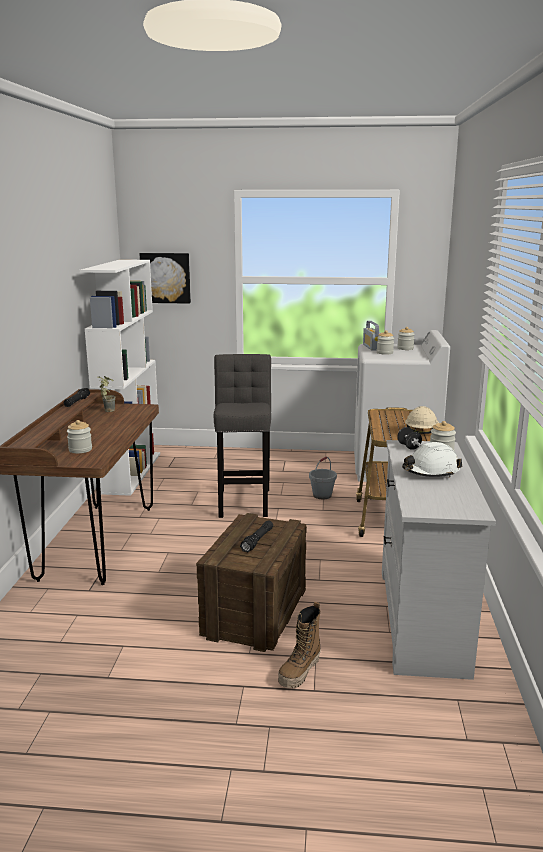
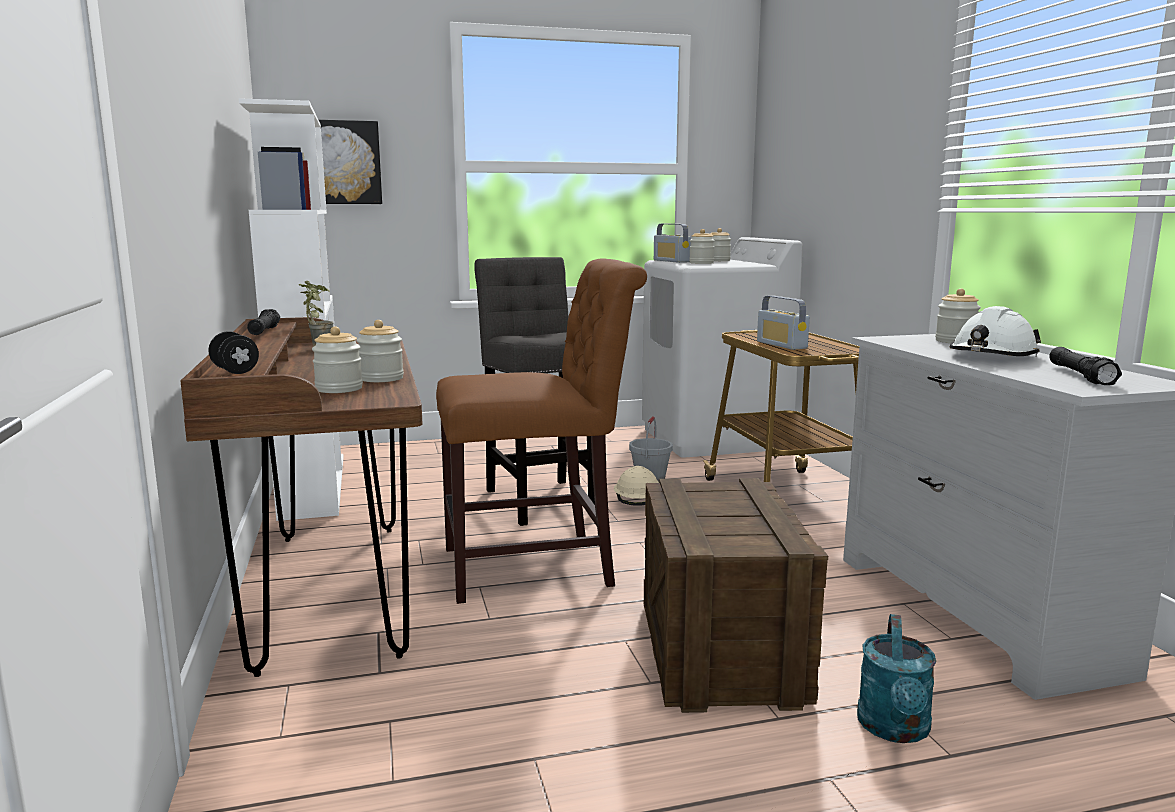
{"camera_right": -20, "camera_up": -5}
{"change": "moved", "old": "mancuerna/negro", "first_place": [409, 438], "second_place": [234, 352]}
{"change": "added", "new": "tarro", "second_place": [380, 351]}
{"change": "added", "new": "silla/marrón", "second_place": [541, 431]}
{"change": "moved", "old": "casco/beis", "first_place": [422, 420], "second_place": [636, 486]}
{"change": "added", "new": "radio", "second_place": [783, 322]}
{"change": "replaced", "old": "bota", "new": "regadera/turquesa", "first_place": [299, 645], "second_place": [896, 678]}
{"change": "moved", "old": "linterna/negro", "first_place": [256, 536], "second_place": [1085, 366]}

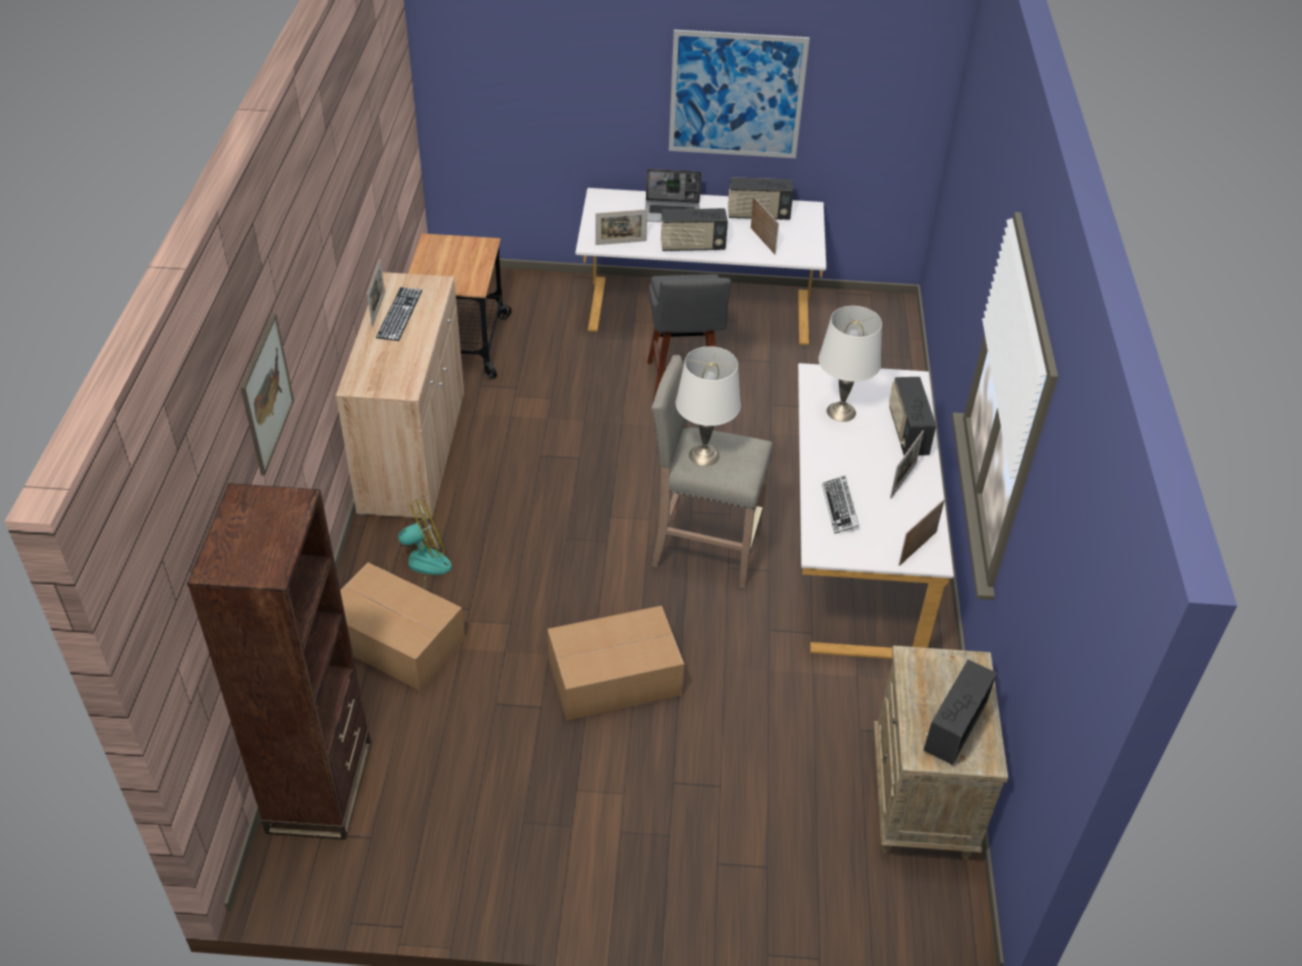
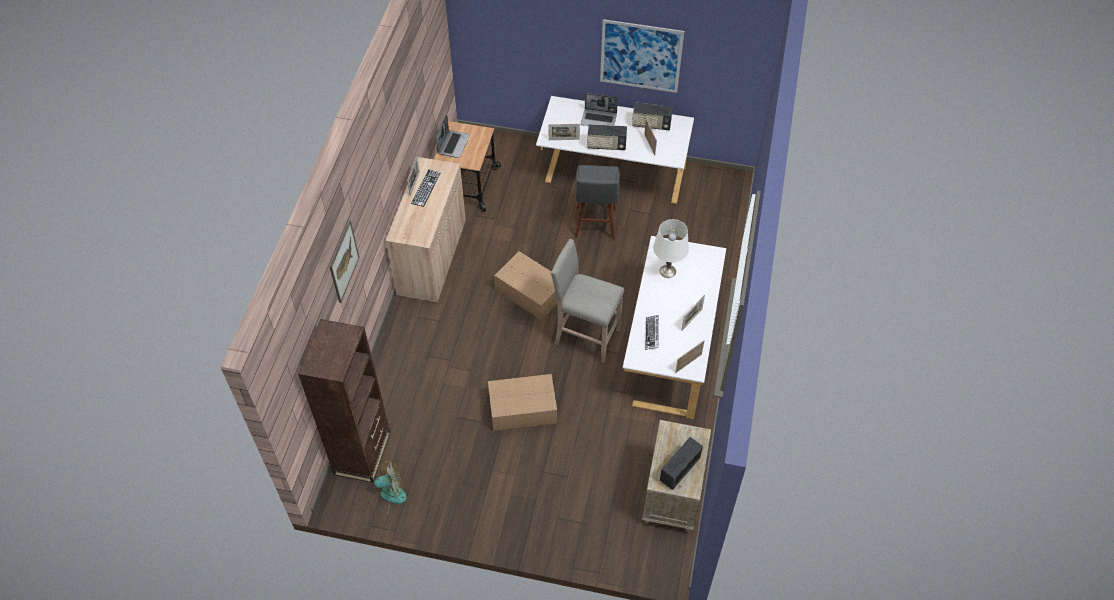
{"camera_right": 10, "camera_up": 10}
{"change": "moved", "old": "ventilador", "first_place": [419, 544], "second_place": [387, 488]}
{"change": "added", "new": "portátil", "second_place": [453, 136]}
{"change": "moved", "old": "caja de cartón", "first_place": [402, 626], "second_place": [525, 285]}
{"change": "removed", "old": "lámpara de mesa/blanco", "first_place": [708, 406]}
{"change": "removed", "old": "radio", "first_place": [912, 416]}

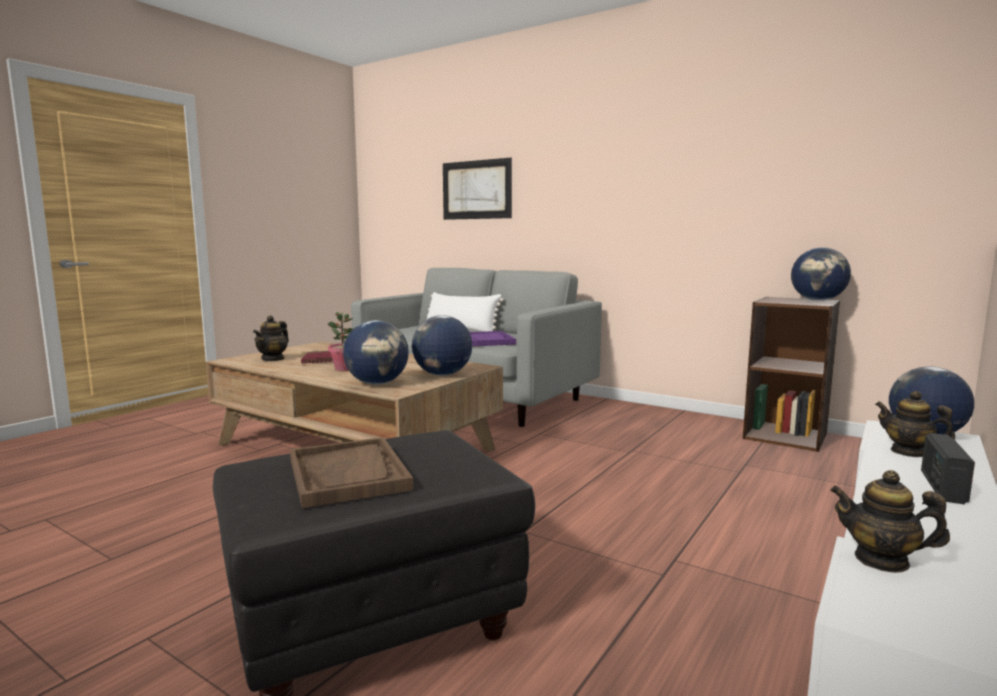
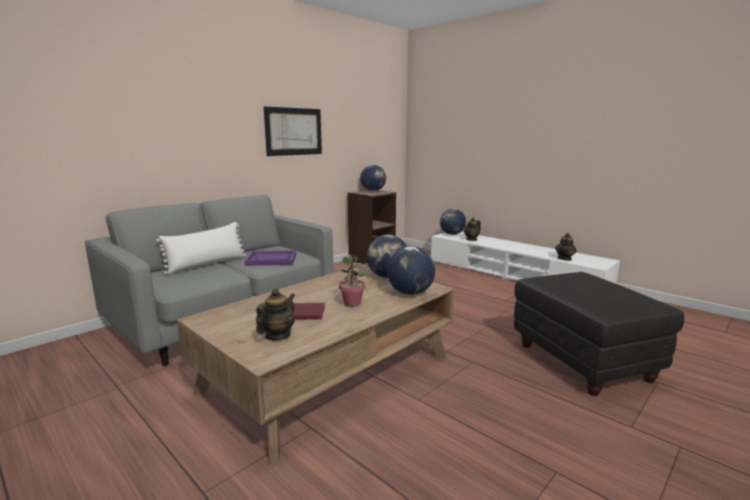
{"camera_right": -80, "camera_up": 5}
{"change": "turned", "old": "tetera", "first_place": [271, 338], "second_place": [275, 314], "degrees": -90}
{"change": "moved", "old": "cuadro", "first_place": [477, 189], "second_place": [293, 131]}
{"change": "removed", "old": "bandeja/marrón", "first_place": [351, 472]}
{"change": "removed", "old": "radio", "first_place": [948, 468]}

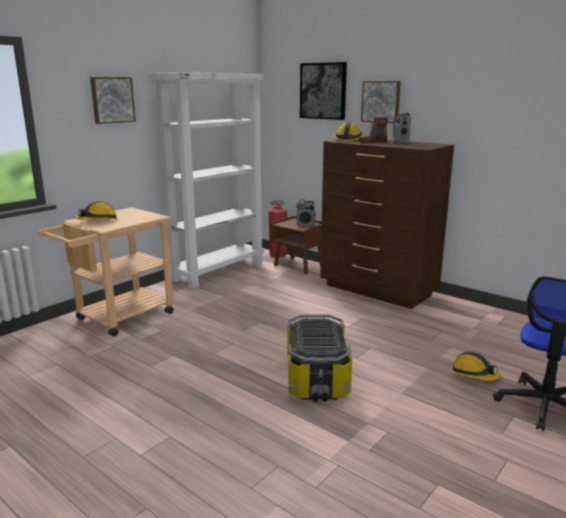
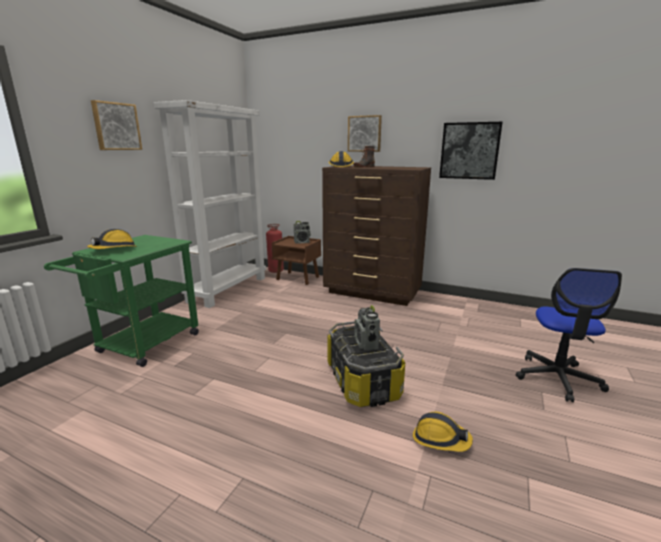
{"camera_right": -15, "camera_up": 0}
{"change": "recoloured", "old": "carrito/beis", "new": "carrito/verde", "first_place": [106, 271], "second_place": [121, 301]}
{"change": "moved", "old": "radio", "first_place": [401, 127], "second_place": [367, 327]}
{"change": "moved", "old": "casco", "first_place": [475, 366], "second_place": [443, 432]}
{"change": "moved", "old": "cuadro", "first_place": [323, 91], "second_place": [471, 151]}

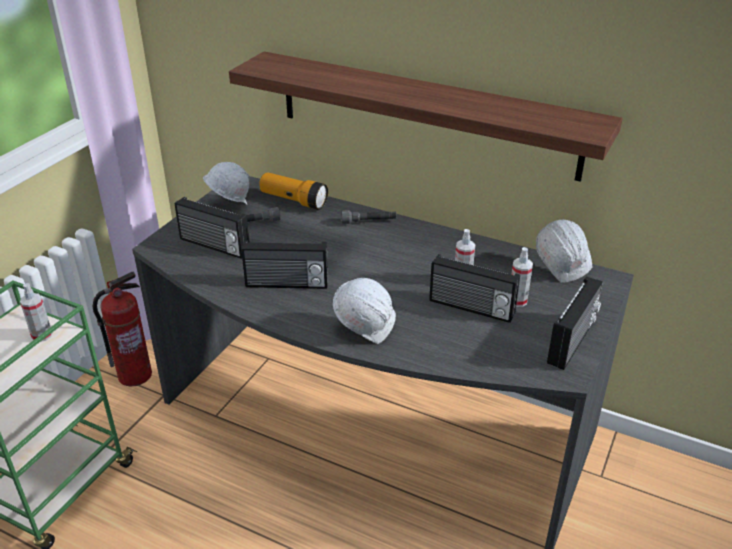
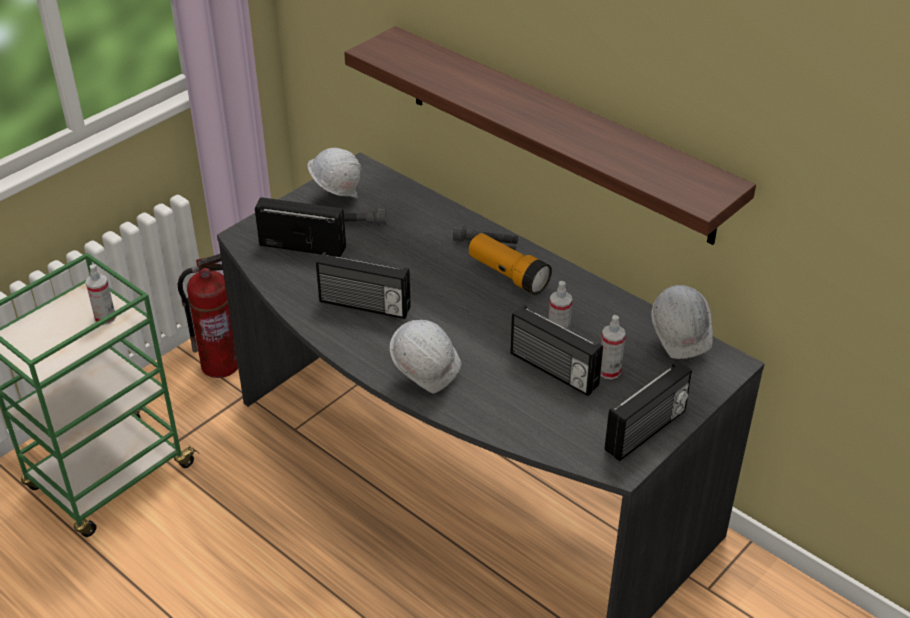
{"camera_right": 15, "camera_up": 5}
{"change": "turned", "old": "radio", "first_place": [212, 228], "second_place": [300, 227], "degrees": 150}
{"change": "moved", "old": "linterna", "first_place": [293, 191], "second_place": [510, 264]}

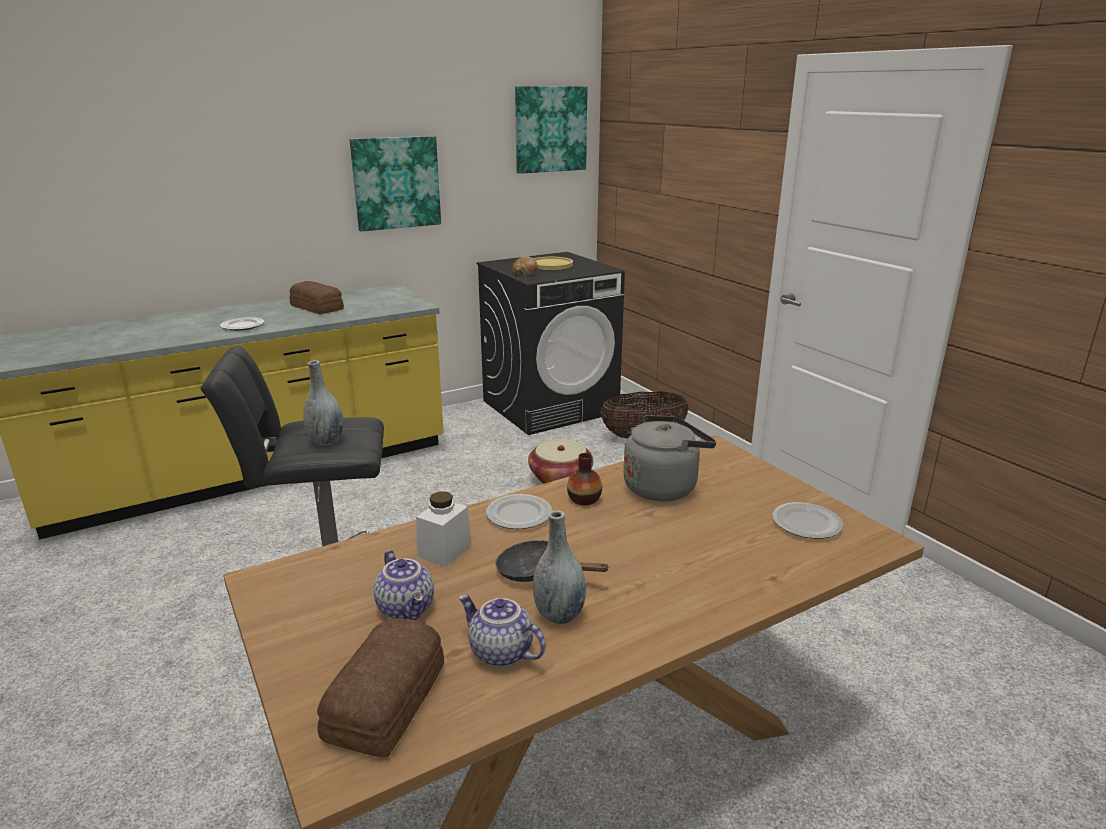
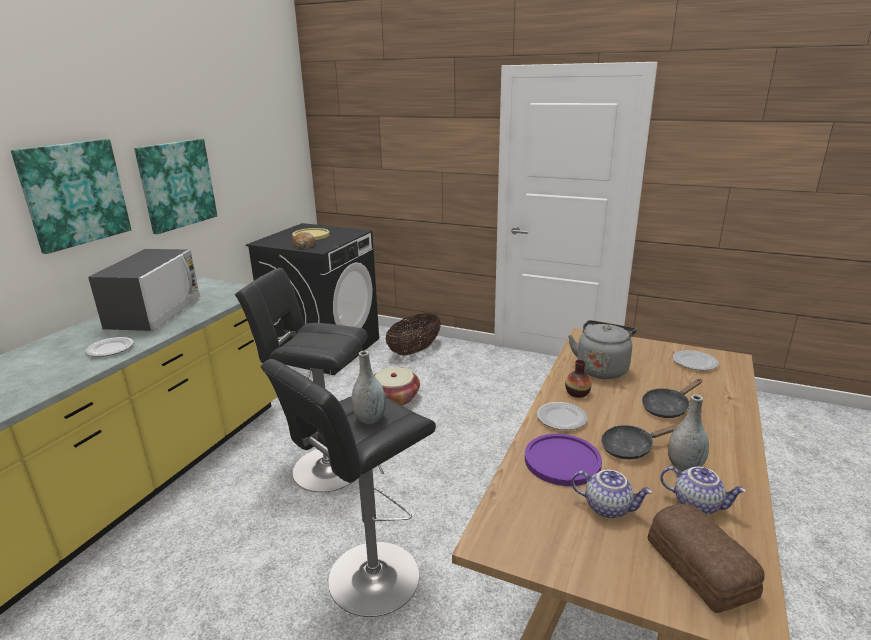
{"camera_right": -35, "camera_up": 0}
{"change": "moved", "old": "cuadro", "first_place": [551, 130], "second_place": [71, 196]}
{"change": "replaced", "old": "pan", "new": "microondas", "first_place": [316, 297], "second_place": [144, 290]}
{"change": "added", "new": "taburete/negro", "second_place": [301, 380]}
{"change": "replaced", "old": "tarro/blanco", "new": "plato/morado", "first_place": [444, 529], "second_place": [563, 460]}
{"change": "added", "new": "sartén/negro", "second_place": [672, 398]}
{"change": "turned", "old": "tetera", "first_place": [502, 630], "second_place": [703, 490], "degrees": -150}

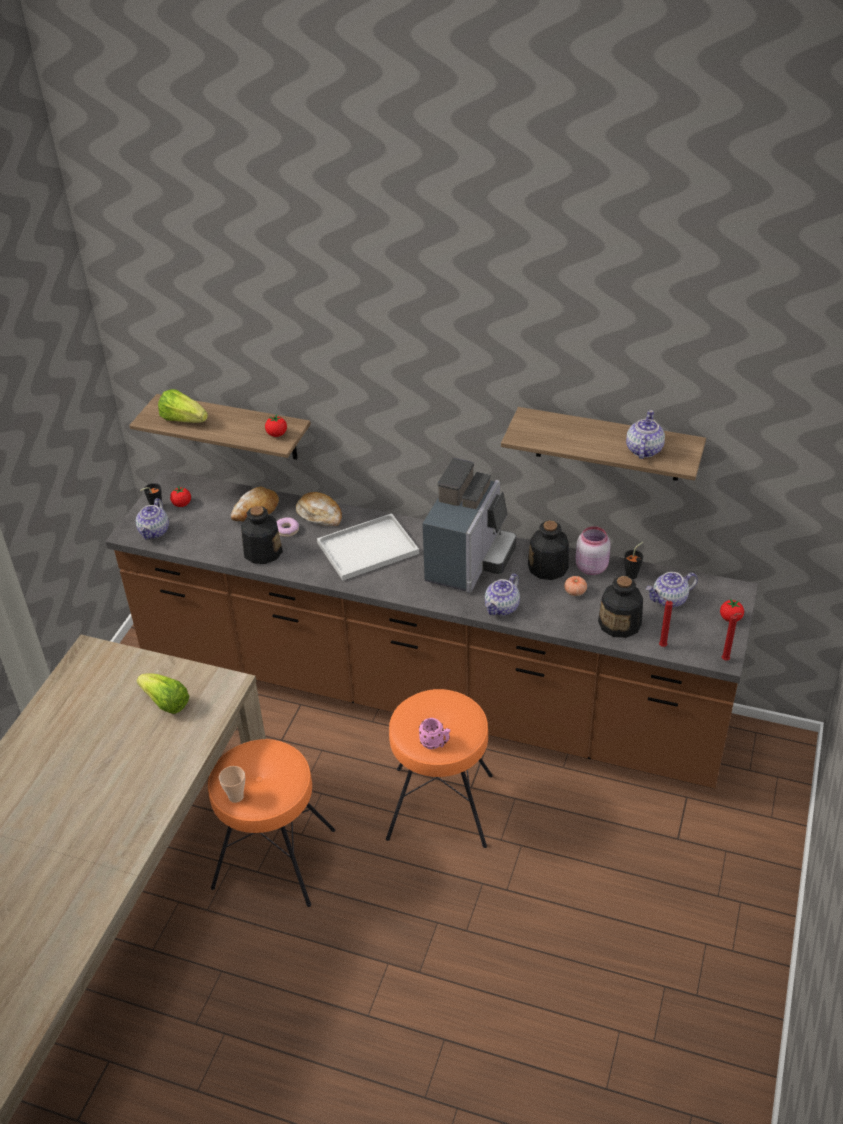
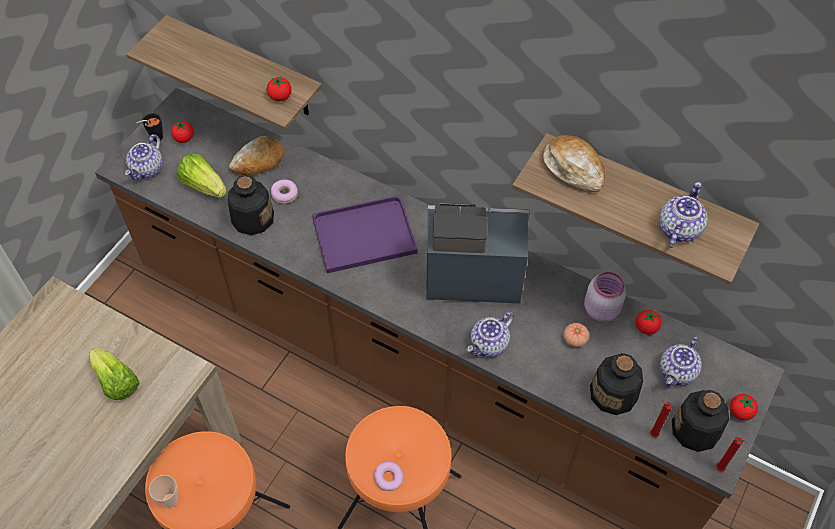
{"camera_right": 10, "camera_up": 15}
{"change": "moved", "old": "lechuga", "first_place": [183, 406], "second_place": [202, 175]}
{"change": "recoloured", "old": "bandeja/blanco", "new": "bandeja/morado", "first_place": [368, 547], "second_place": [365, 234]}
{"change": "replaced", "old": "taza grande/rosa", "new": "rosquilla", "first_place": [434, 733], "second_place": [388, 476]}
{"change": "turned", "old": "cafetera", "first_place": [470, 525], "second_place": [477, 252], "degrees": -120}
{"change": "moved", "old": "pan", "first_place": [319, 509], "second_place": [574, 163]}
{"change": "replaced", "old": "taza/negro", "new": "tomate", "first_place": [633, 560], "second_place": [649, 322]}
{"change": "turned", "old": "tetera", "first_place": [672, 590], "second_place": [681, 361], "degrees": -45}
{"change": "moved", "old": "botella", "first_place": [548, 550], "second_place": [700, 421]}

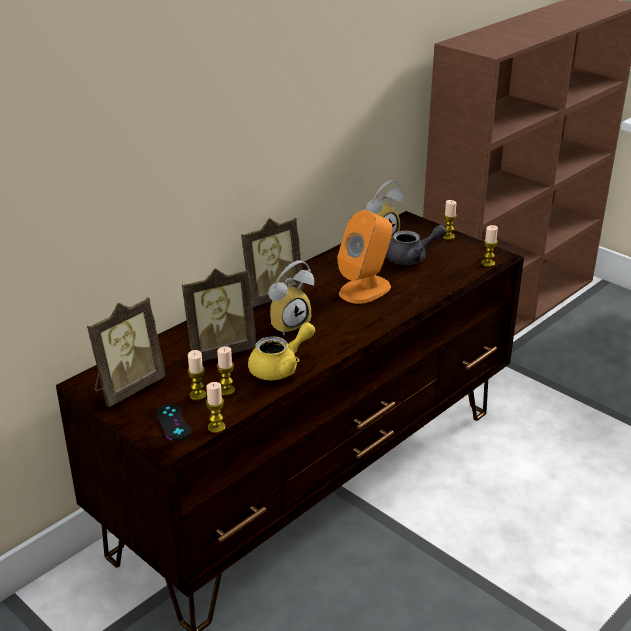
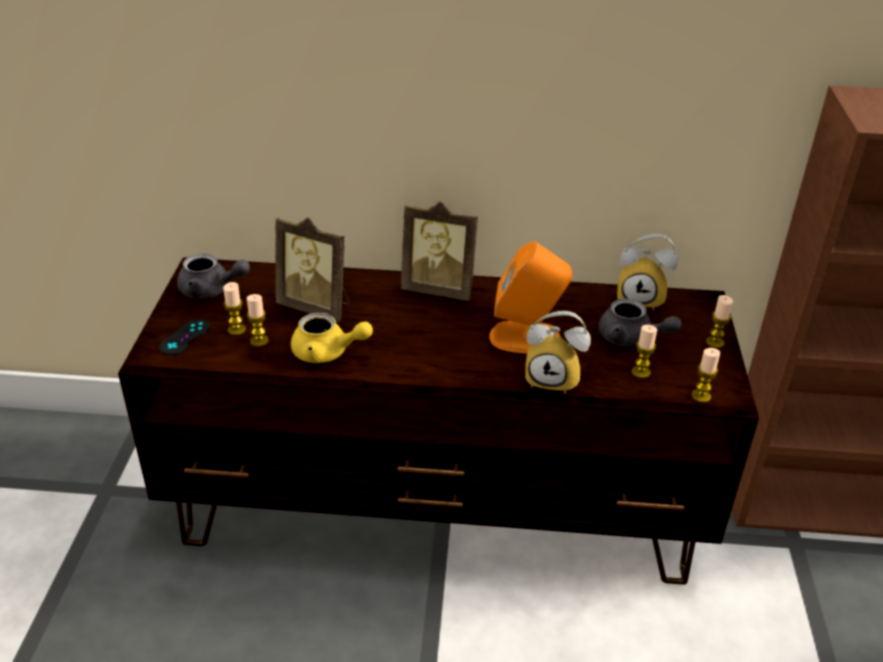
{"camera_right": 50, "camera_up": 5}
{"change": "replaced", "old": "portarretratos", "new": "tetera/gris", "first_place": [126, 352], "second_place": [213, 276]}
{"change": "moved", "old": "despertador", "first_place": [291, 298], "second_place": [558, 352]}
{"change": "moved", "old": "vela", "first_place": [215, 407], "second_place": [644, 351]}

